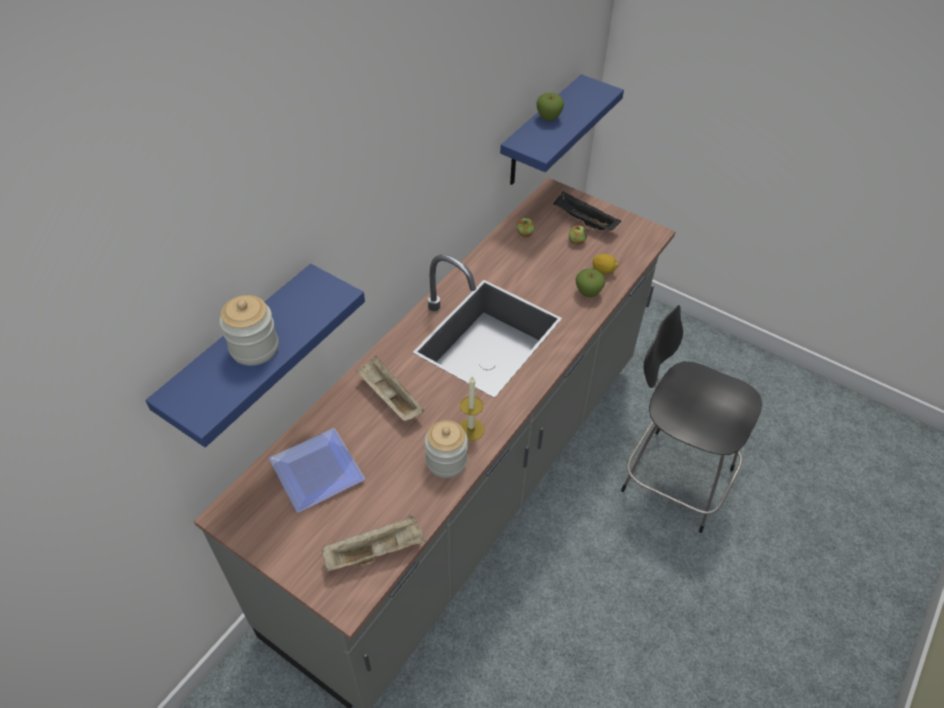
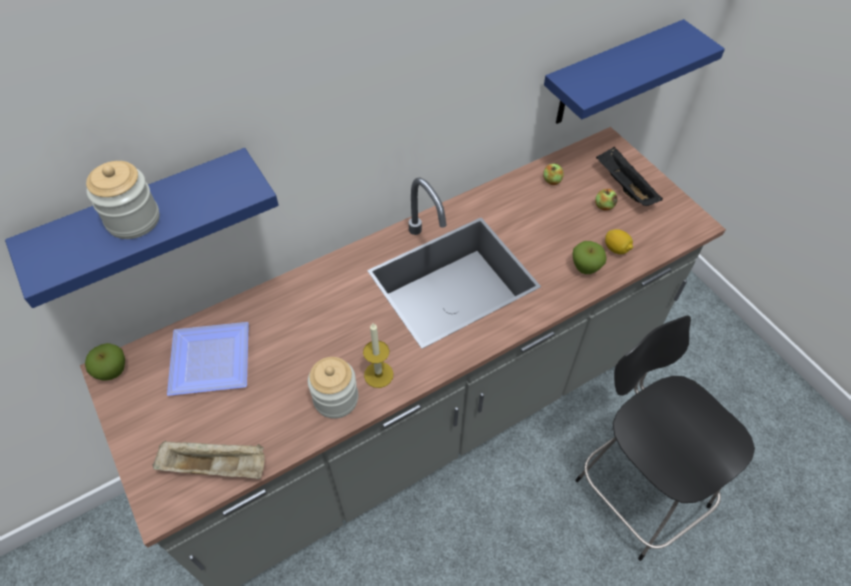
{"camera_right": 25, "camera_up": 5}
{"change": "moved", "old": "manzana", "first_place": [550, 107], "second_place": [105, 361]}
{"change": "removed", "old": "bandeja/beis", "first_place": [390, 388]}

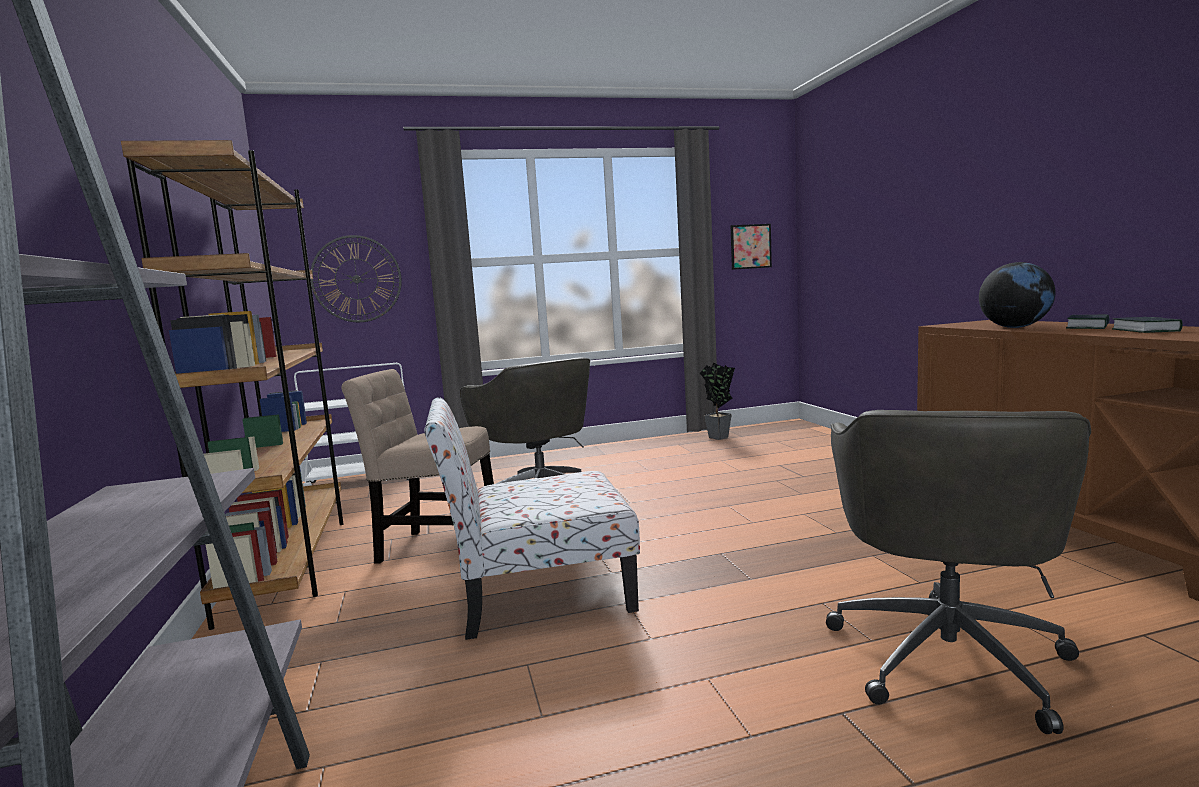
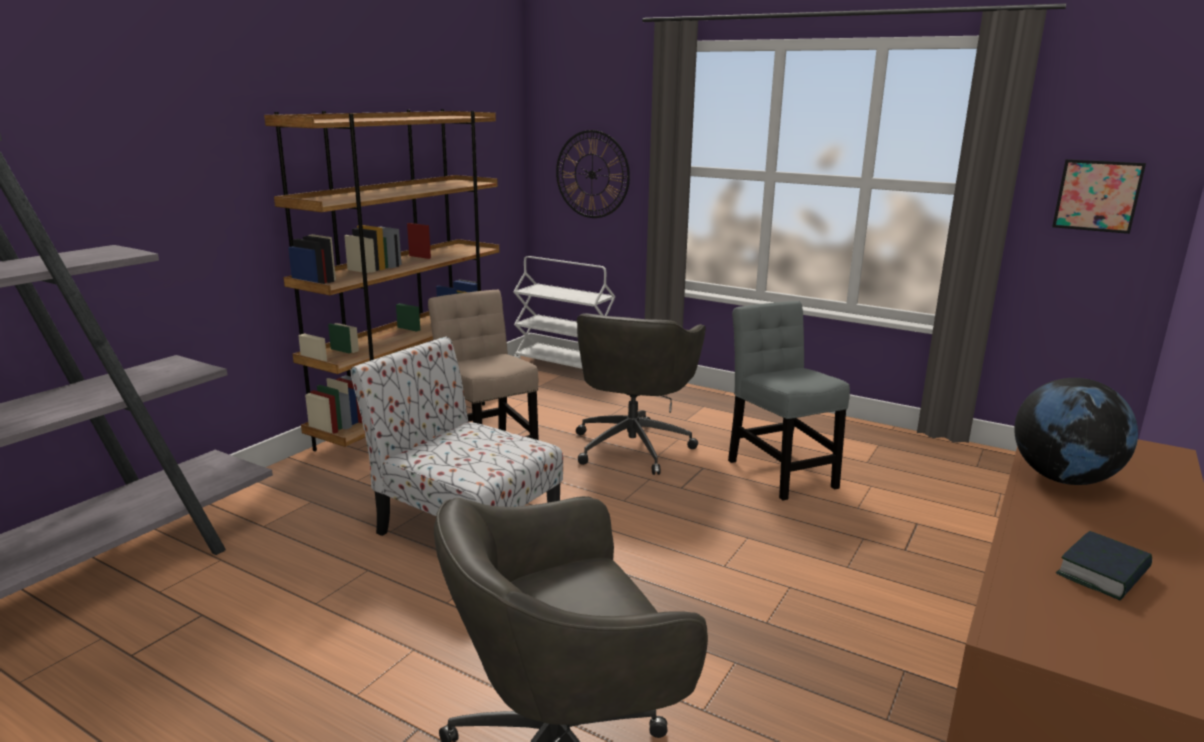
{"camera_right": 45, "camera_up": 10}
{"change": "added", "new": "silla/gris", "second_place": [789, 400]}
{"change": "removed", "old": "planta en maceta", "first_place": [717, 401]}
{"change": "removed", "old": "libro", "first_place": [1088, 322]}

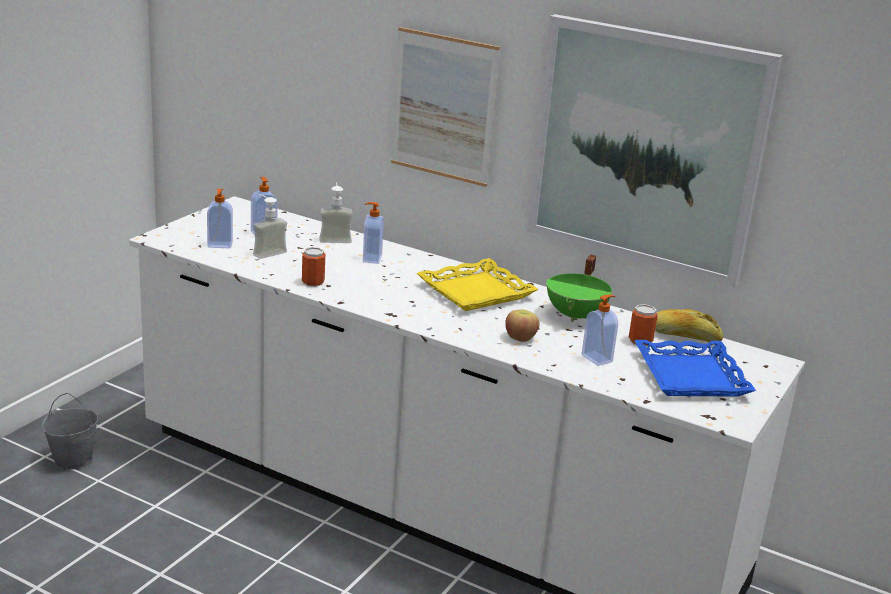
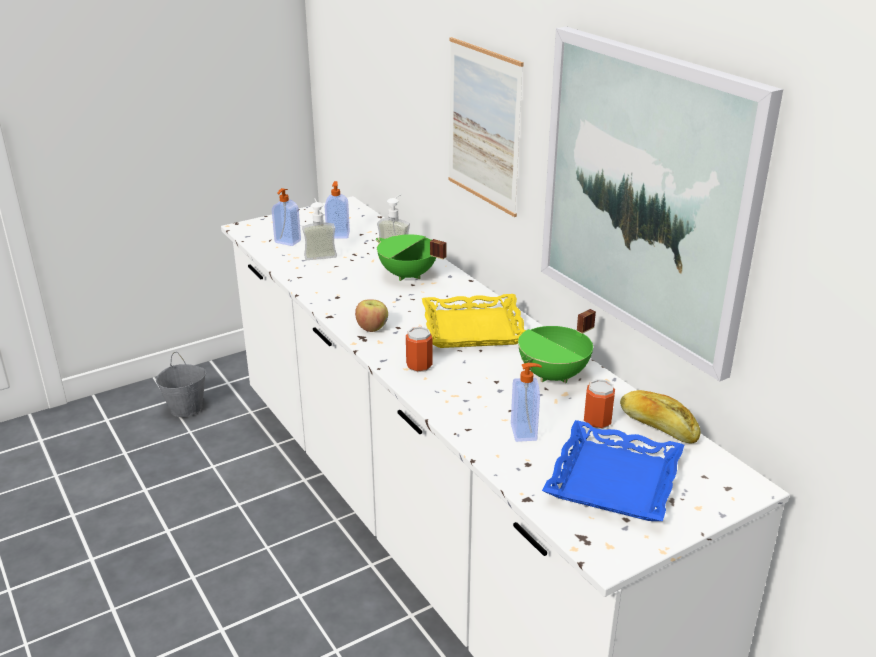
{"camera_right": 30, "camera_up": 5}
{"change": "moved", "old": "manzana", "first_place": [522, 325], "second_place": [371, 316]}
{"change": "replaced", "old": "dispensador de jabón", "new": "olla/verde", "first_place": [373, 233], "second_place": [411, 257]}
{"change": "moved", "old": "lata", "first_place": [313, 267], "second_place": [419, 349]}

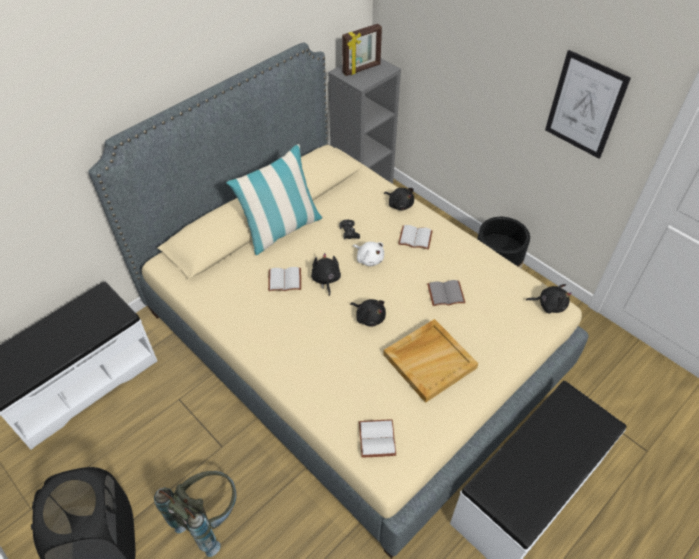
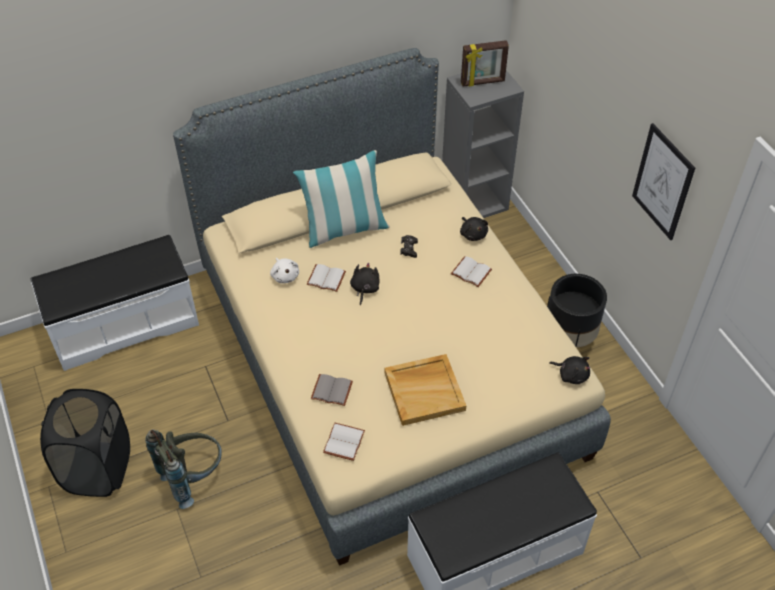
{"camera_right": 20, "camera_up": 0}
{"change": "moved", "old": "peluche/blanco", "first_place": [368, 254], "second_place": [284, 270]}
{"change": "moved", "old": "libro/gris", "first_place": [446, 293], "second_place": [332, 390]}
{"change": "removed", "old": "peluche/negro", "first_place": [368, 313]}

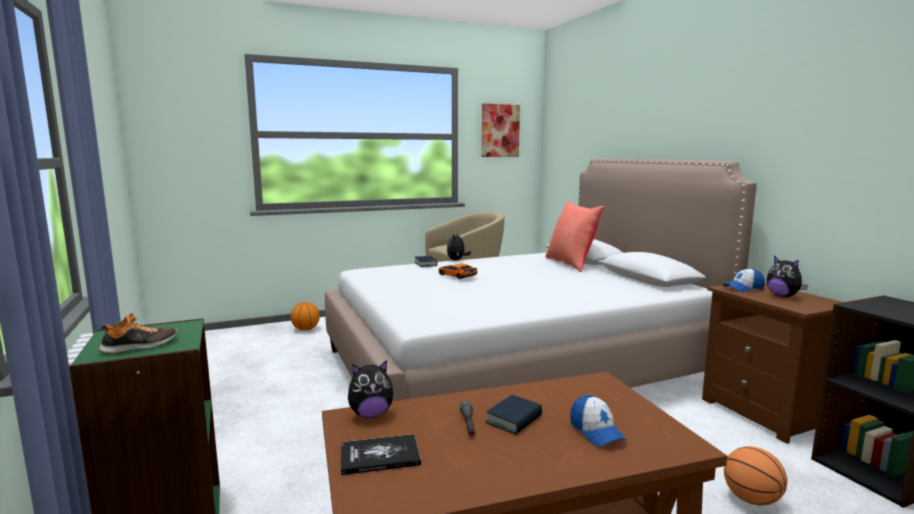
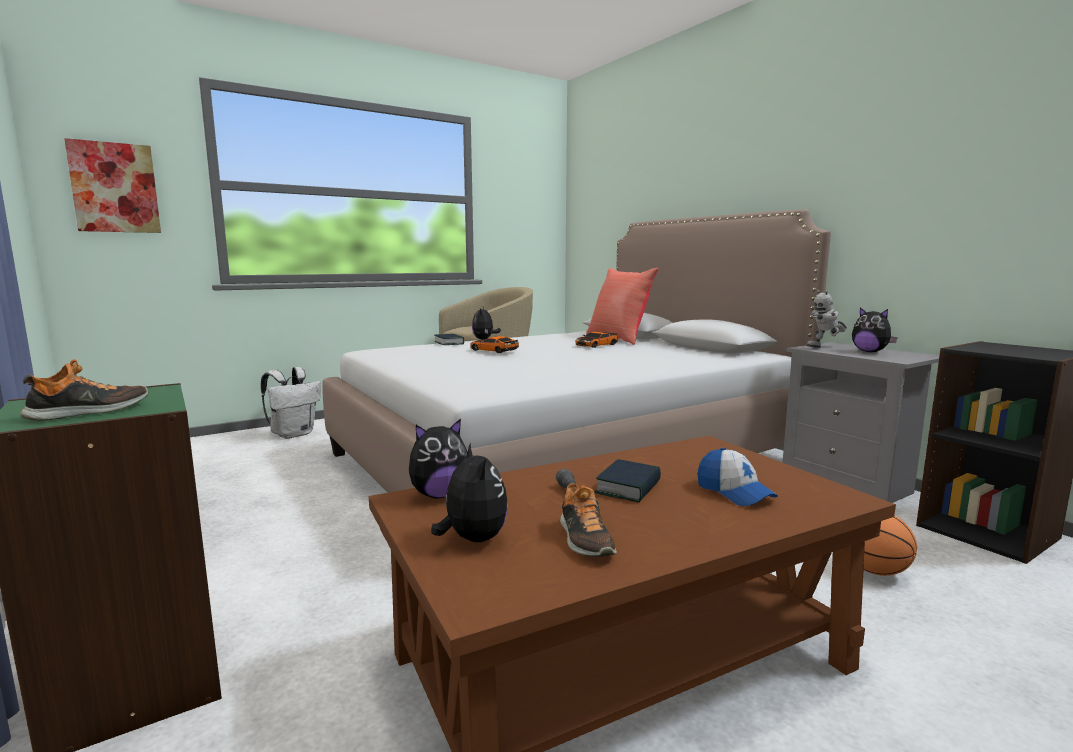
{"camera_right": -10, "camera_up": 0}
{"change": "moved", "old": "cuadro", "first_place": [501, 130], "second_place": [112, 185]}
{"change": "replaced", "old": "balón de baloncesto", "new": "mochila/blanco", "first_place": [305, 316], "second_place": [291, 403]}
{"change": "replaced", "old": "libro", "new": "peluche", "first_place": [381, 454], "second_place": [469, 492]}
{"change": "added", "new": "zapato", "second_place": [588, 520]}
{"change": "added", "new": "coche de juguete", "second_place": [597, 340]}
{"change": "recoloured", "old": "mesita de noche/marrón", "new": "mesita de noche/gris", "first_place": [772, 363], "second_place": [861, 422]}
{"change": "replaced", "old": "gorra", "new": "robot de juguete", "first_place": [744, 280], "second_place": [826, 319]}

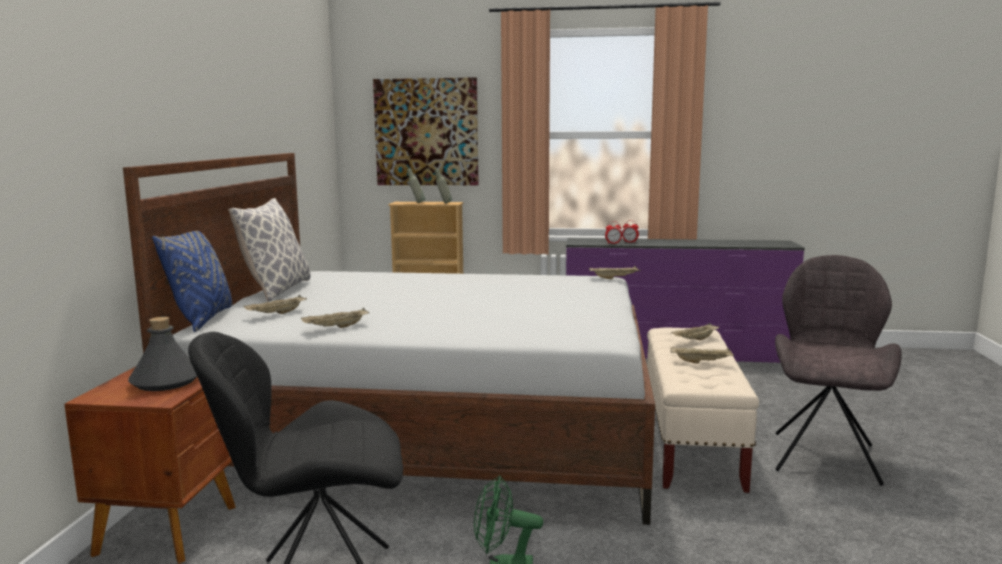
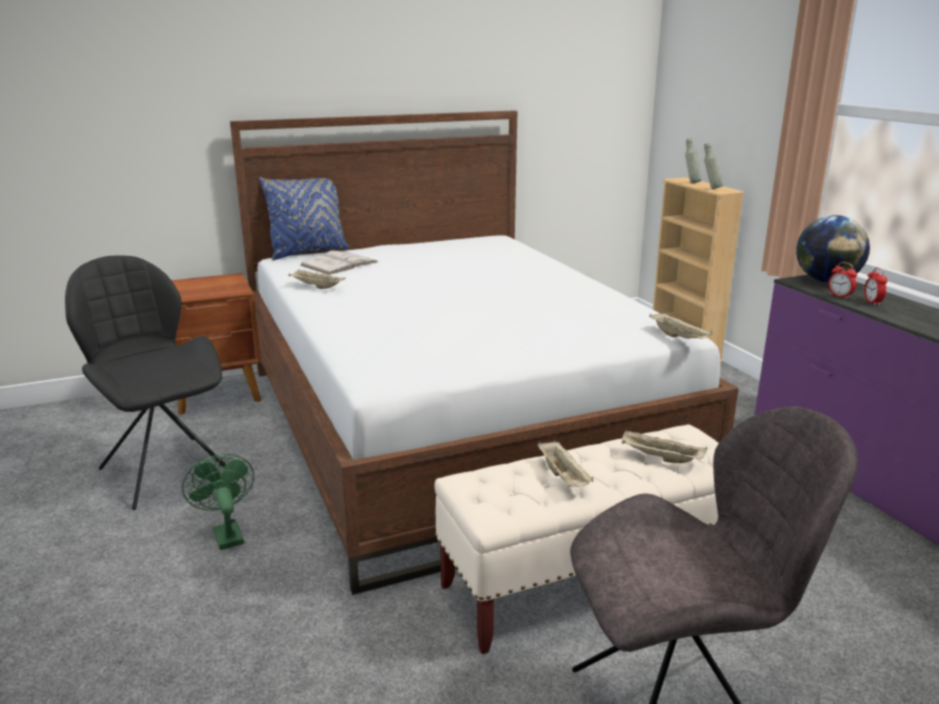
{"camera_right": 60, "camera_up": 10}
{"change": "replaced", "old": "bandeja/beis", "new": "libro/blanco", "first_place": [274, 304], "second_place": [339, 263]}
{"change": "added", "new": "globo terráqueo", "second_place": [833, 249]}
{"change": "removed", "old": "botella/gris", "first_place": [162, 354]}
{"change": "removed", "old": "cojín", "first_place": [269, 250]}
{"change": "removed", "old": "cuadro", "first_place": [426, 131]}

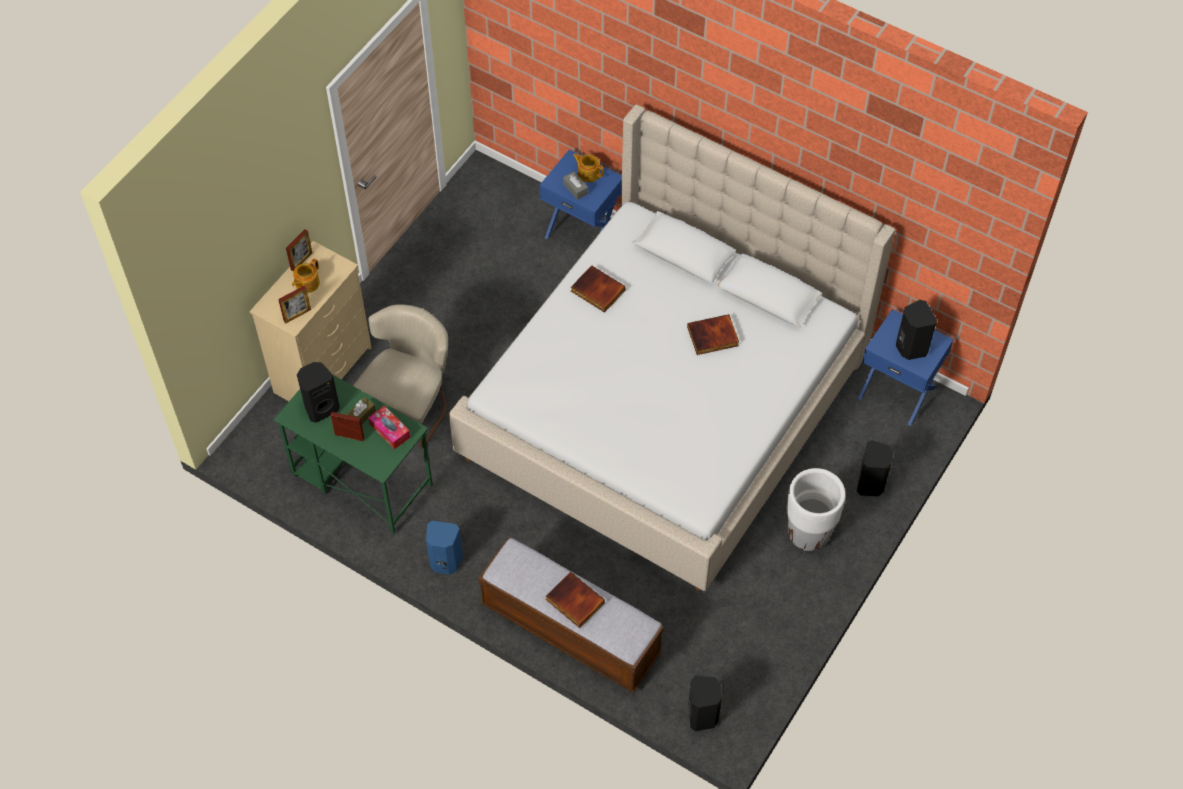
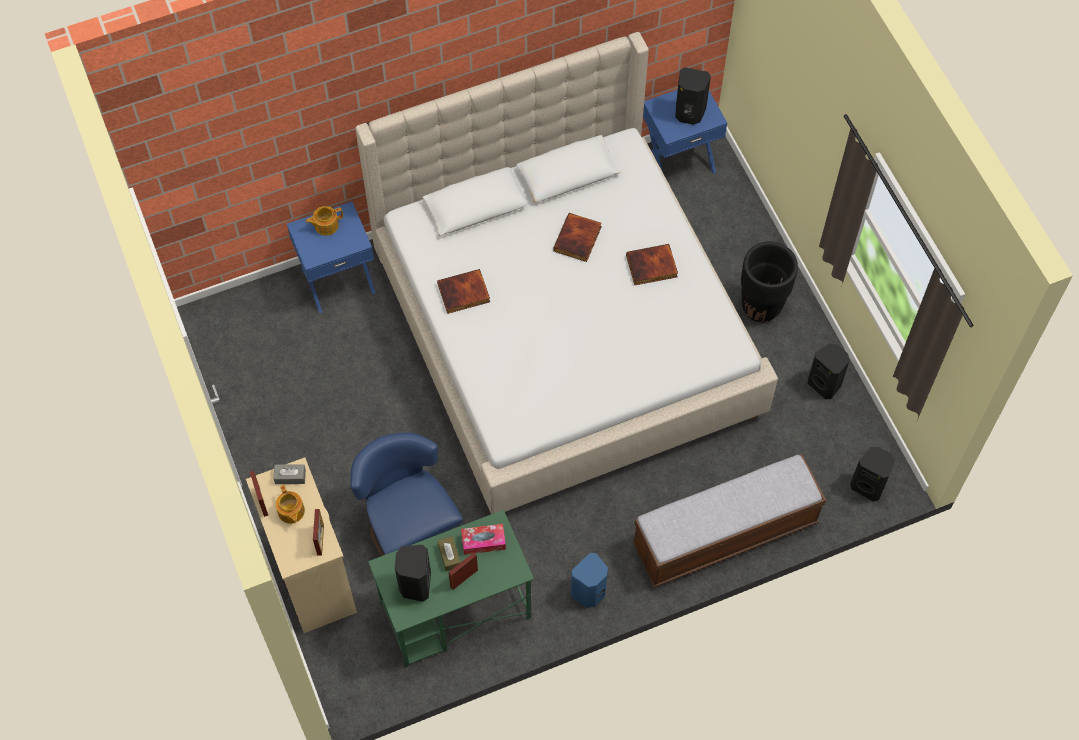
{"camera_right": -55, "camera_up": 5}
{"change": "moved", "old": "caja de pañuelos/gris", "first_place": [575, 185], "second_place": [290, 474]}
{"change": "recoloured", "old": "silla/beis", "new": "silla/azul", "first_place": [400, 376], "second_place": [406, 494]}
{"change": "moved", "old": "libro", "first_place": [575, 600], "second_place": [652, 264]}
{"change": "recoloured", "old": "maceta/blanco", "new": "maceta/negro", "first_place": [816, 509], "second_place": [769, 281]}
{"change": "moved", "old": "altavoz/negro", "first_place": [875, 468], "second_place": [829, 371]}

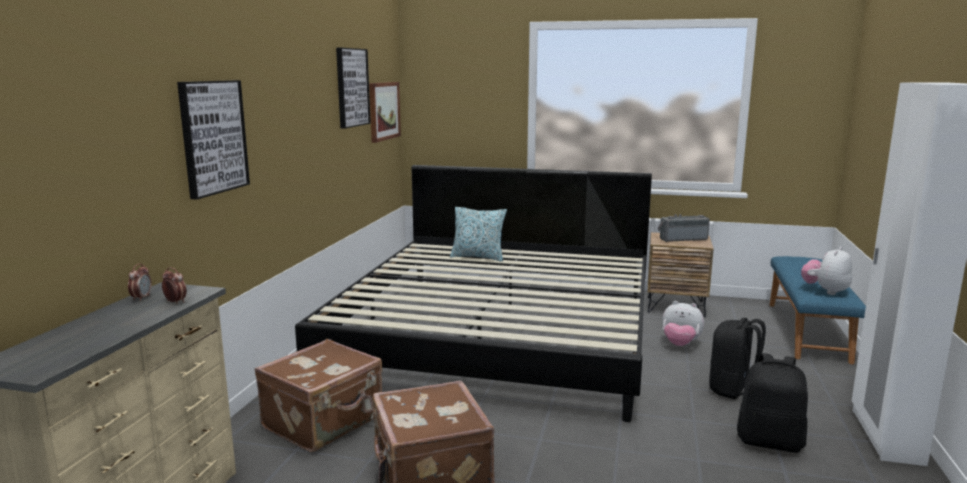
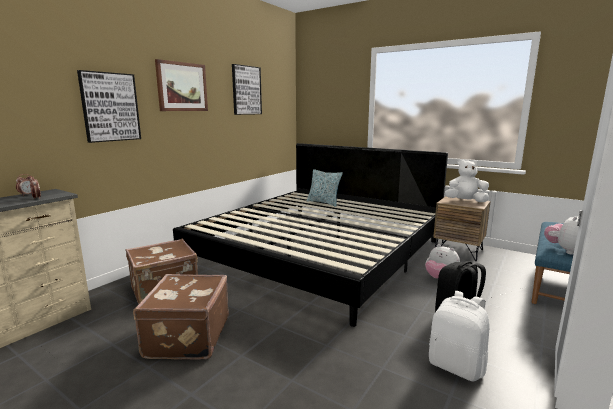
{"camera_right": 20, "camera_up": 0}
{"change": "moved", "old": "cuadro", "first_place": [385, 112], "second_place": [181, 85]}
{"change": "recoloured", "old": "mochila/negro", "new": "mochila/blanco", "first_place": [772, 403], "second_place": [459, 336]}
{"change": "replaced", "old": "radio", "new": "peluche/blanco", "first_place": [684, 228], "second_place": [467, 180]}

